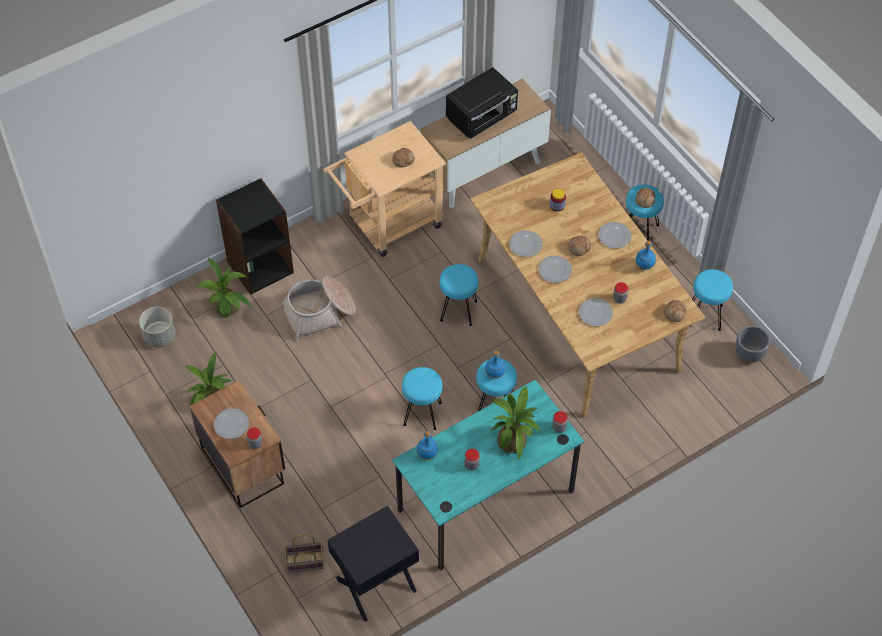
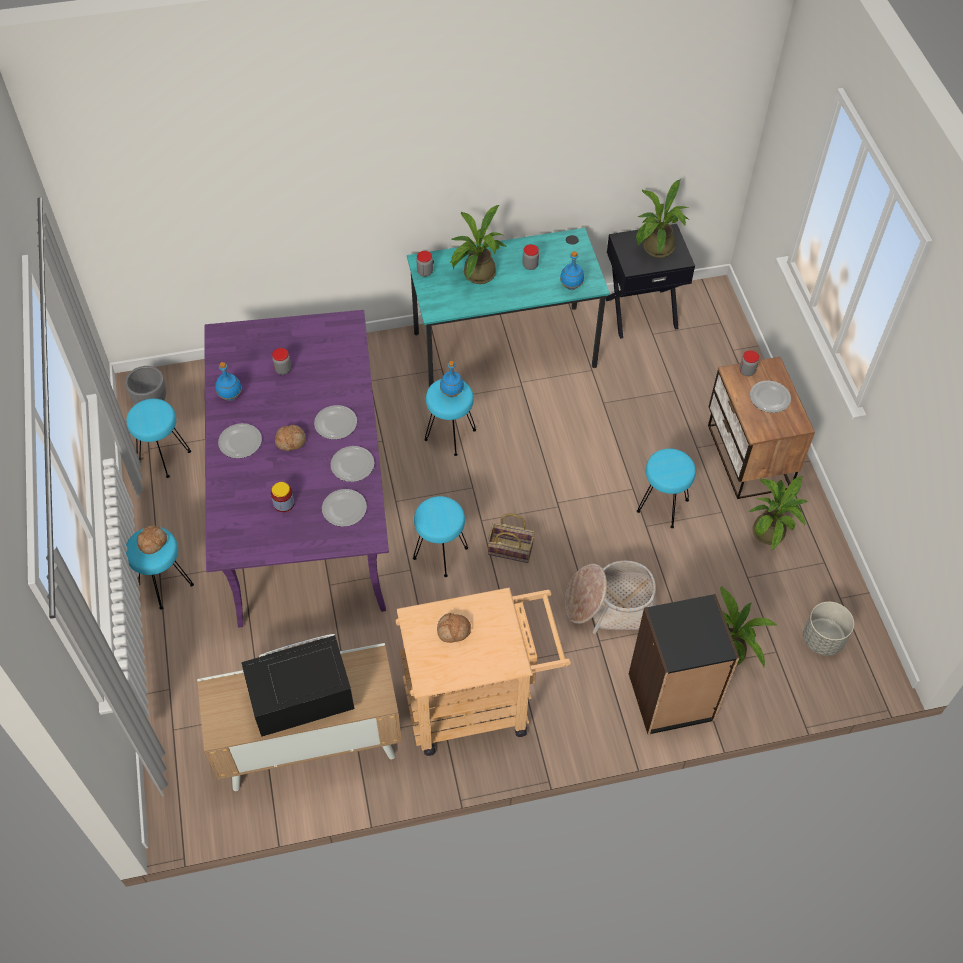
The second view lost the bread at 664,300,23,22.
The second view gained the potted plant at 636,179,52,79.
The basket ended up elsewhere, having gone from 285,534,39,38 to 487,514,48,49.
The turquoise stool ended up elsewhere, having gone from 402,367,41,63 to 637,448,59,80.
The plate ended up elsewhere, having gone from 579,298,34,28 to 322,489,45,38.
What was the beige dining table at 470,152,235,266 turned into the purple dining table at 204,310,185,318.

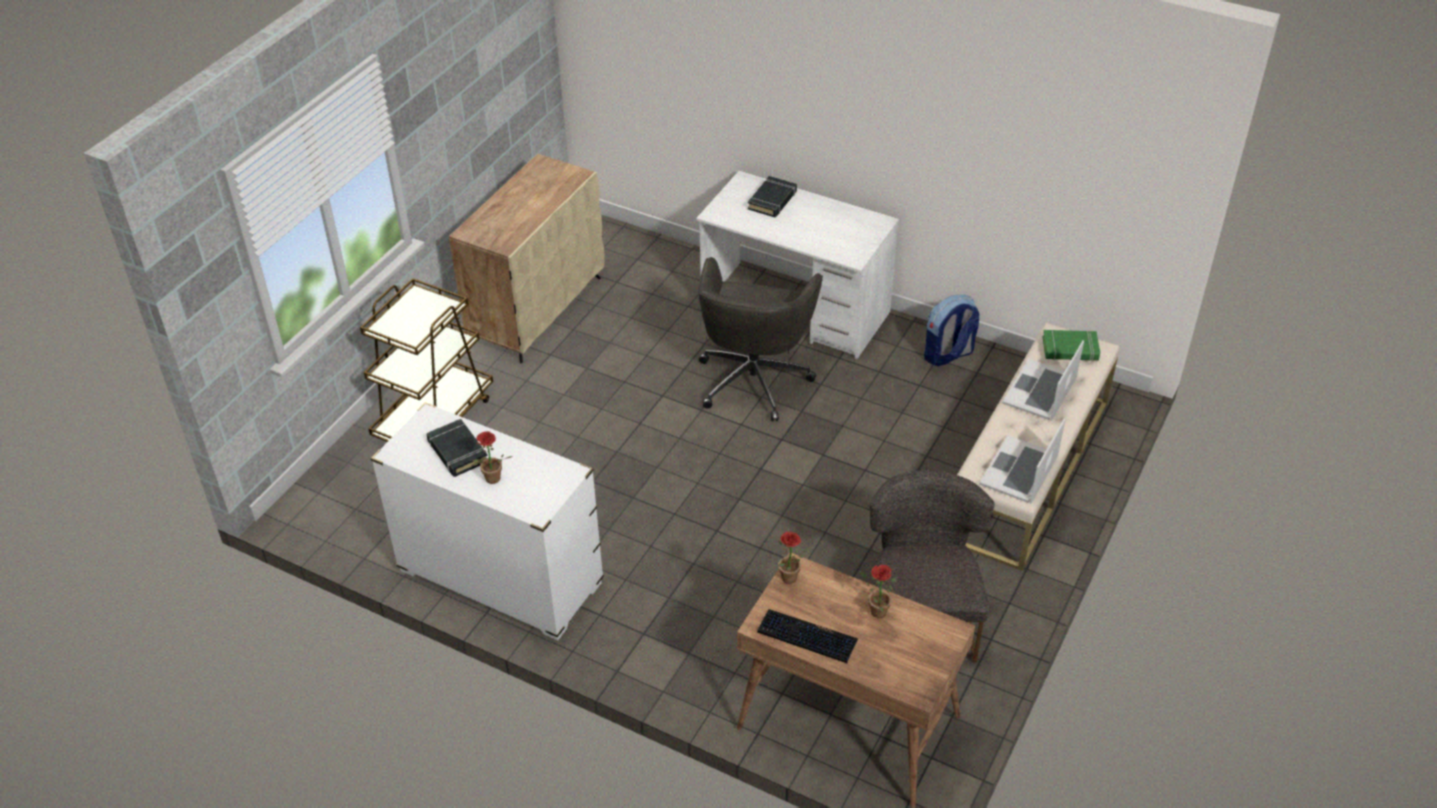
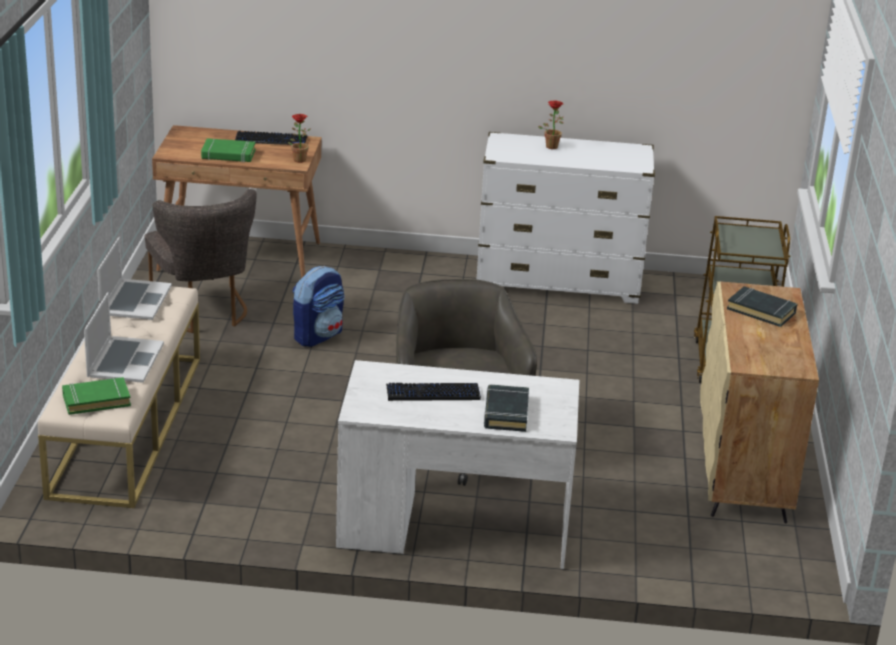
The second view gained the keyboard at 386,383,95,18.
The black book ended up elsewhere, having gone from 427,419,61,58 to 727,286,70,41.
The backpack ended up elsewhere, having gone from 924,294,55,72 to 292,266,53,81.
Where the potted plant stood at 860,565,36,53, the green book came to stand at 201,138,54,24.

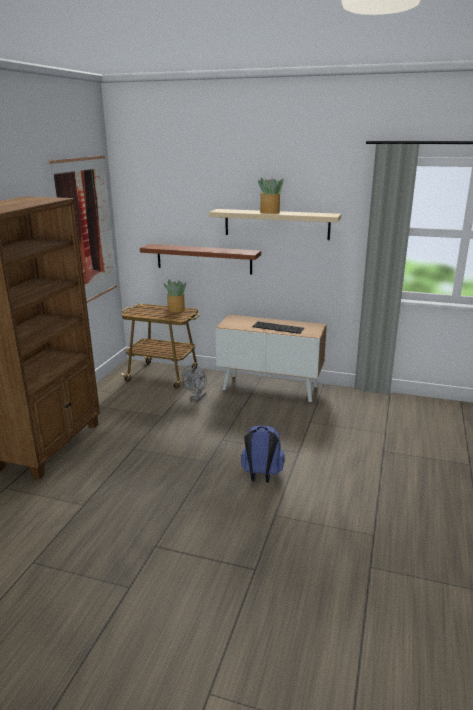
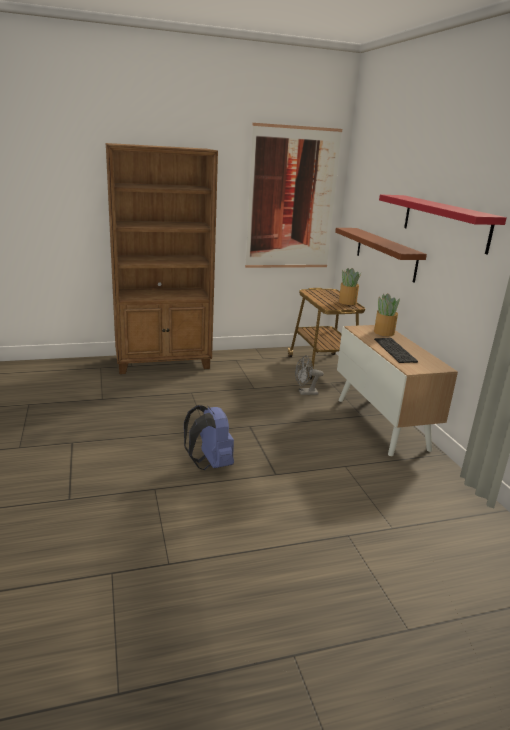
The potted plant ended up elsewhere, having gone from 258,177,26,37 to 374,293,26,43.
What was the beige shelf at 209,209,132,31 turned into the red shelf at 379,194,128,60.

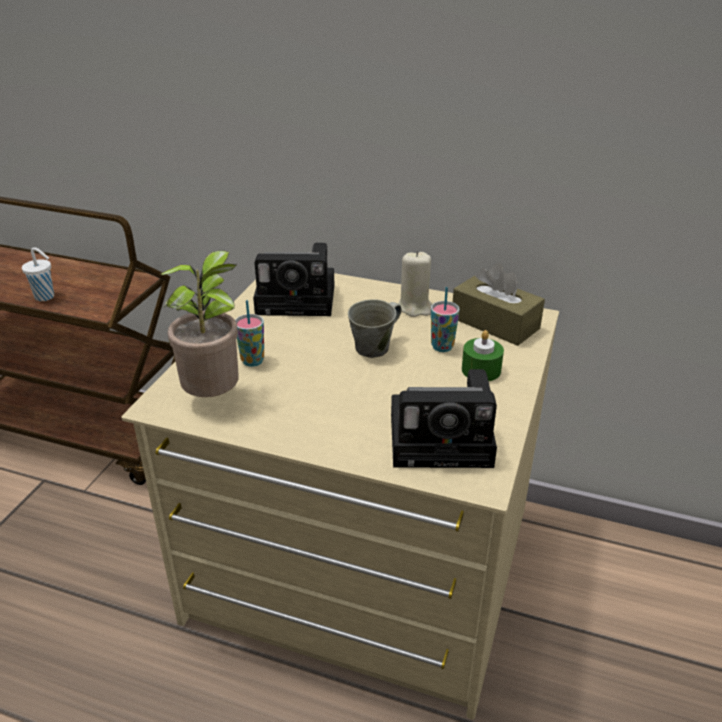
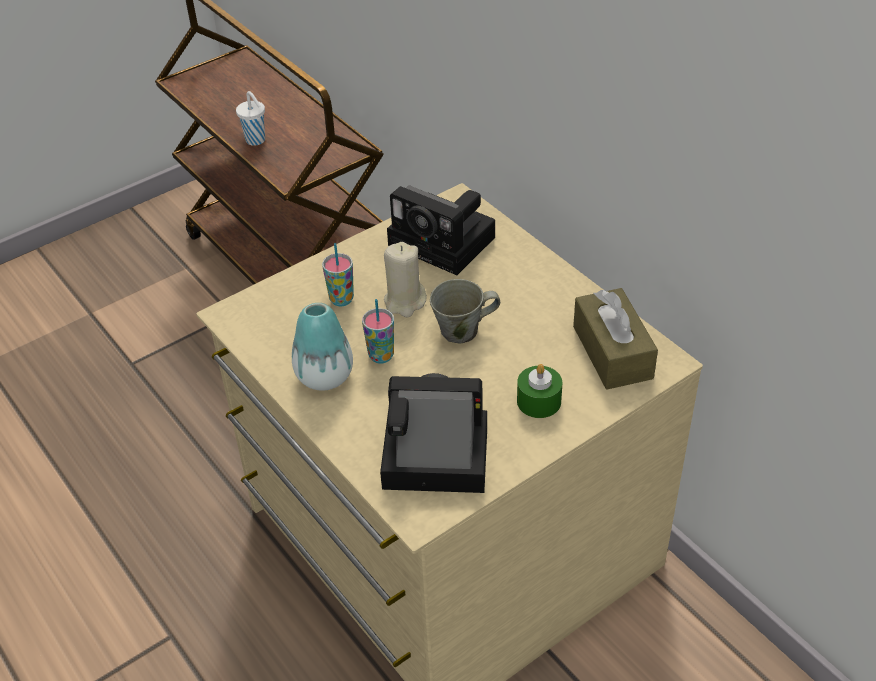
The second view lost the potted plant at 161,250,78,147.
The second view gained the vase at 292,303,61,88.
The beige candle ended up elsewhere, having gone from 398,251,34,66 to 384,242,43,75.
The cup ended up elsewhere, having gone from 431,287,29,65 to 362,299,32,65.
The photo camera at 391,369,106,99 ended up facing another way, 150 degrees clockwise from before.

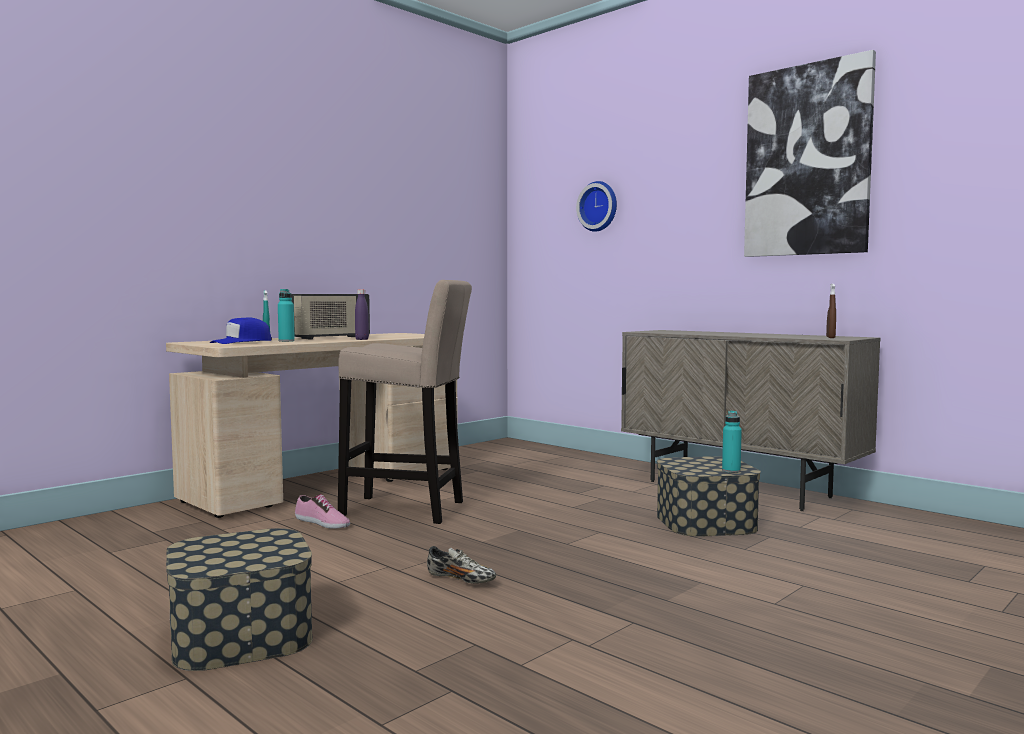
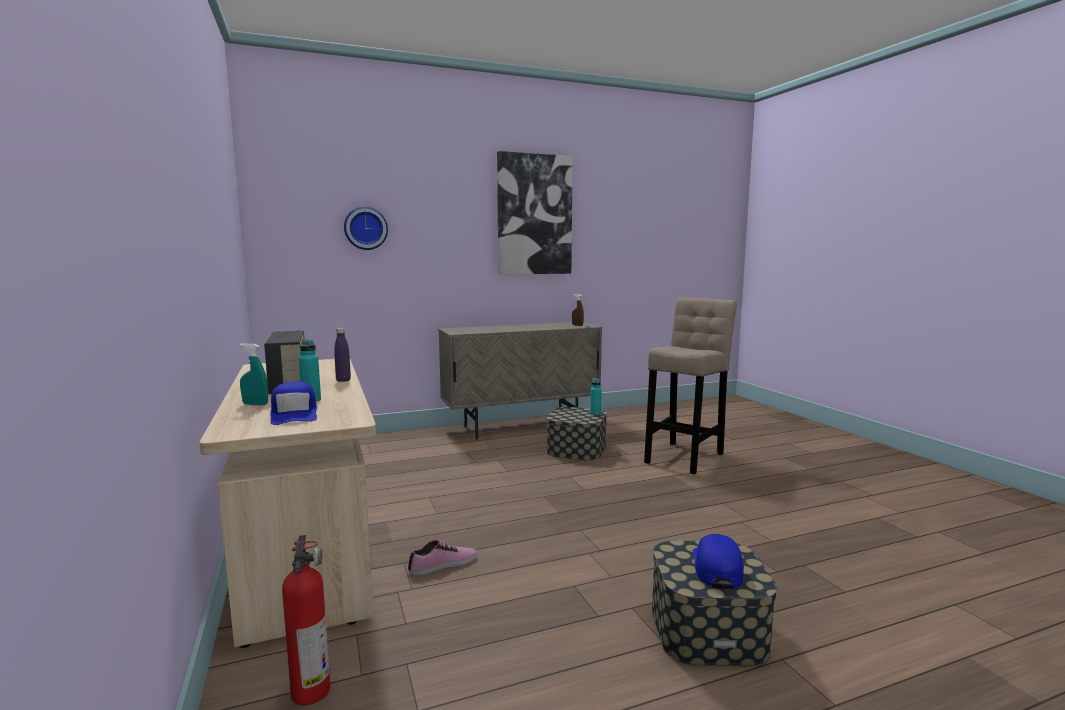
The second view lost the shoe at 427,546,69,38.
The second view gained the fire extinguisher at 282,535,48,170.
The second view gained the blue cap at 693,534,51,56.
The beige stool ended up elsewhere, having gone from 338,280,134,244 to 644,298,93,176.

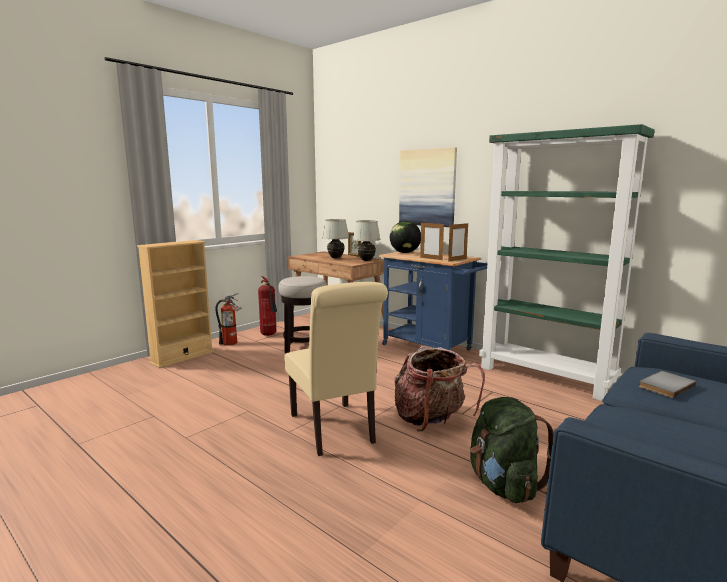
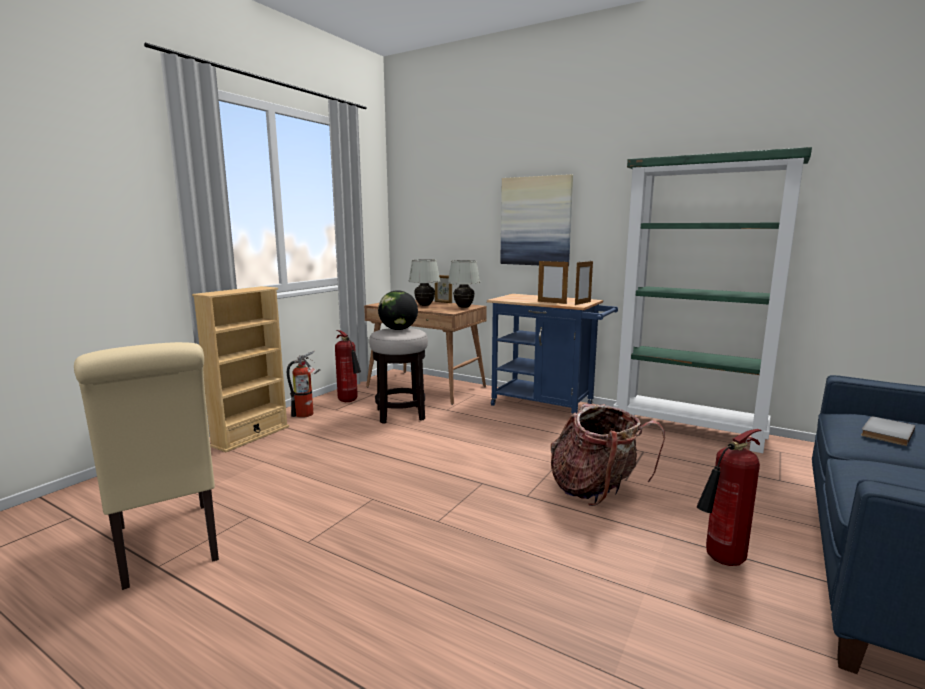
The beige chair ended up elsewhere, having gone from 285,282,103,174 to 74,342,145,248.
The globe ended up elsewhere, having gone from 390,221,31,32 to 378,290,40,40.
Where the green backpack stood at 470,397,84,106, the fire extinguisher came to stand at 697,429,65,137.

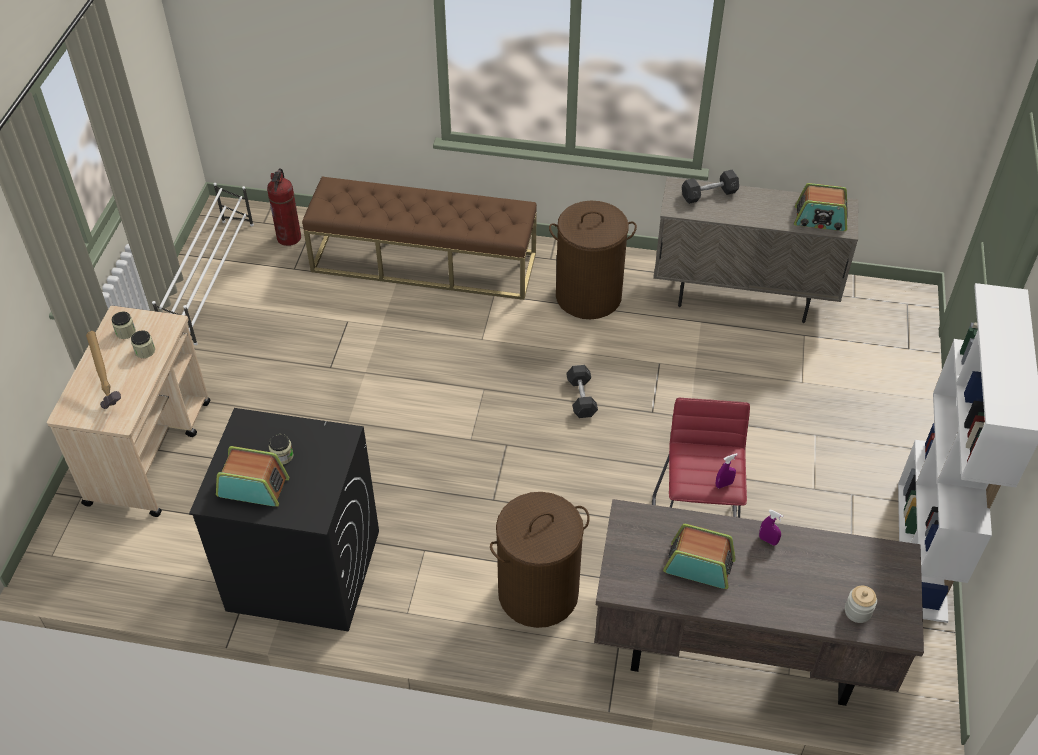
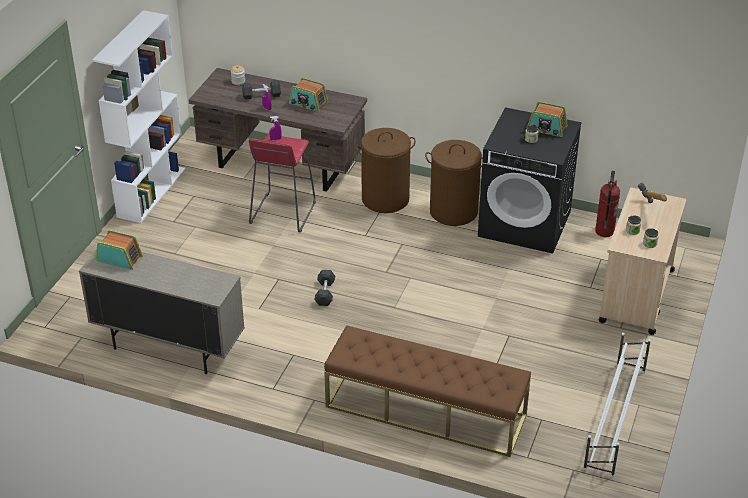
The fire extinguisher ended up elsewhere, having gone from 267,168,34,78 to 595,171,25,66.
The brown laundry basket ended up elsewhere, having gone from 549,201,88,118 to 425,140,58,86.
The grey dumbbell ended up elsewhere, having gone from 682,170,57,34 to 242,80,39,20.

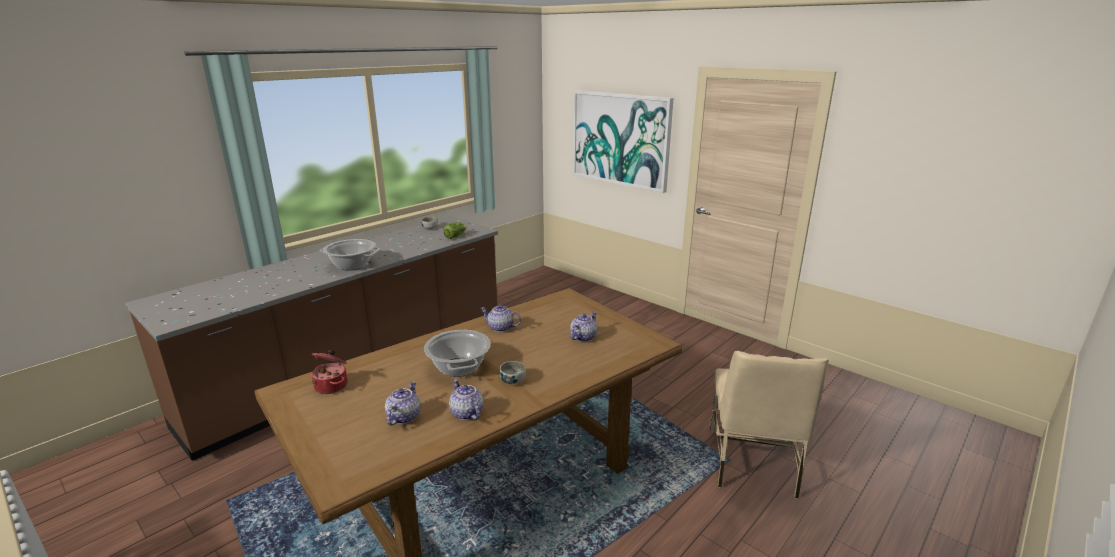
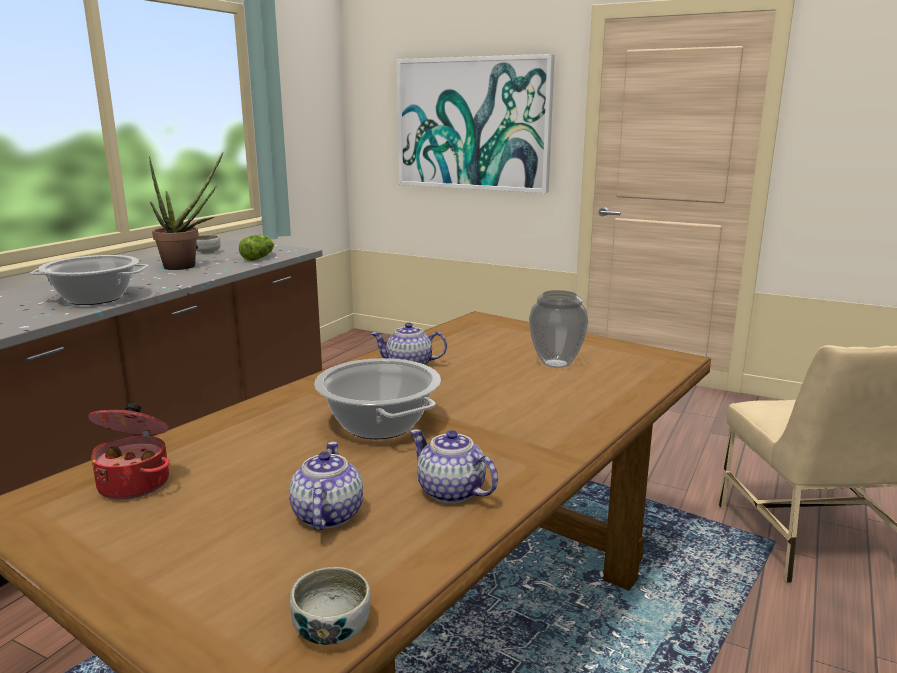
The second view gained the potted plant at 149,152,75,118.
The bowl ended up elsewhere, having gone from 499,361,27,23 to 290,567,81,78.
Where the teapot stood at 570,312,27,30, the vase came to stand at 529,290,59,78.

